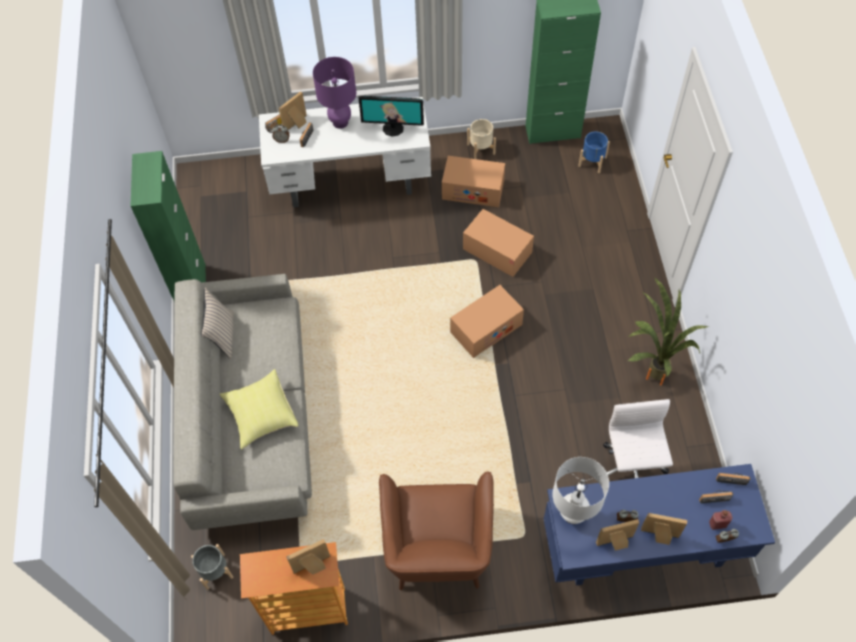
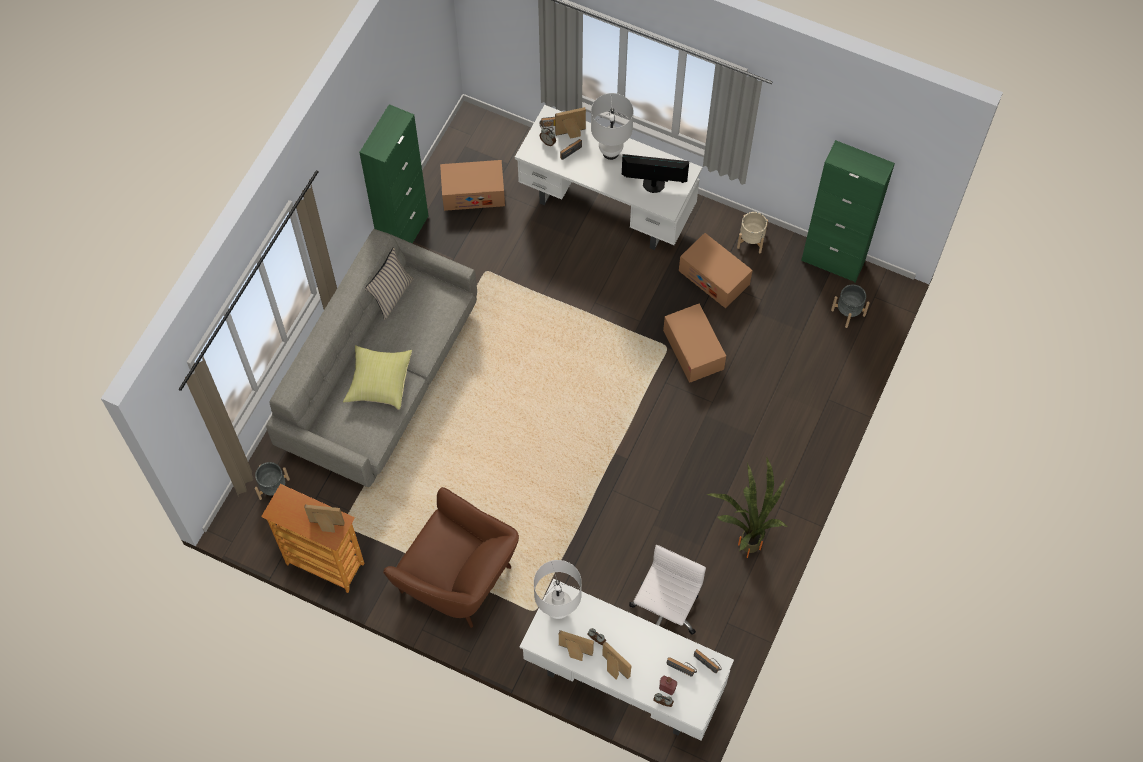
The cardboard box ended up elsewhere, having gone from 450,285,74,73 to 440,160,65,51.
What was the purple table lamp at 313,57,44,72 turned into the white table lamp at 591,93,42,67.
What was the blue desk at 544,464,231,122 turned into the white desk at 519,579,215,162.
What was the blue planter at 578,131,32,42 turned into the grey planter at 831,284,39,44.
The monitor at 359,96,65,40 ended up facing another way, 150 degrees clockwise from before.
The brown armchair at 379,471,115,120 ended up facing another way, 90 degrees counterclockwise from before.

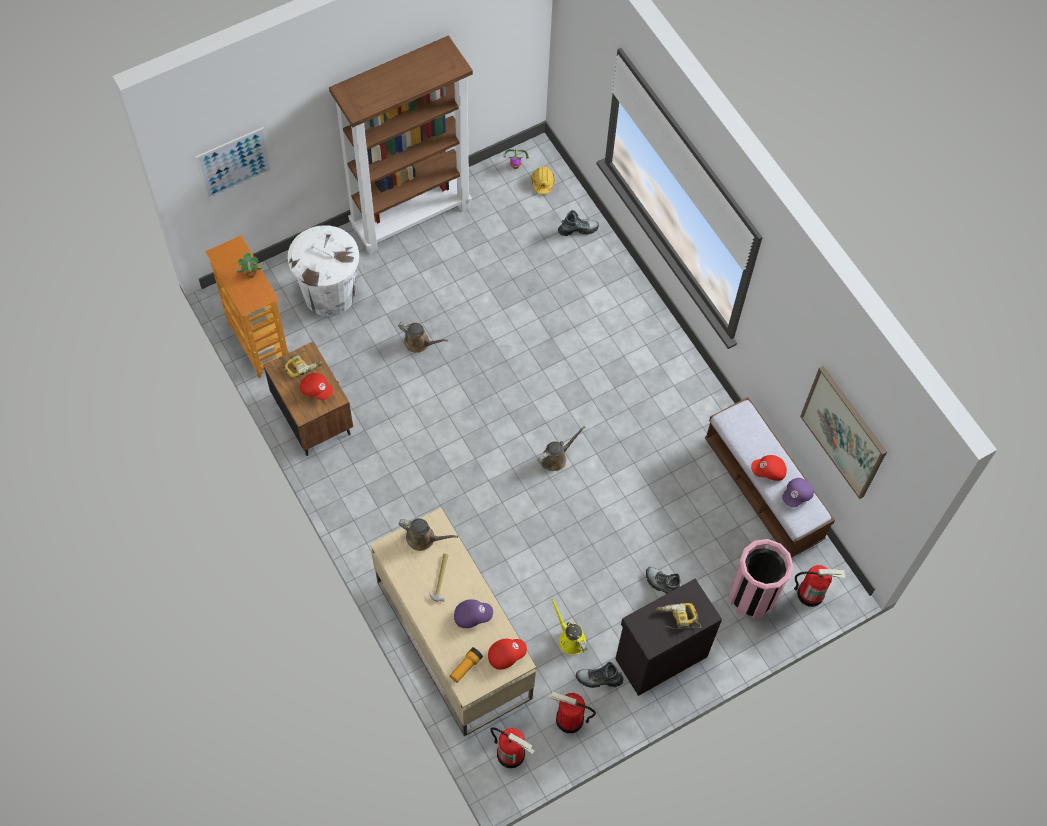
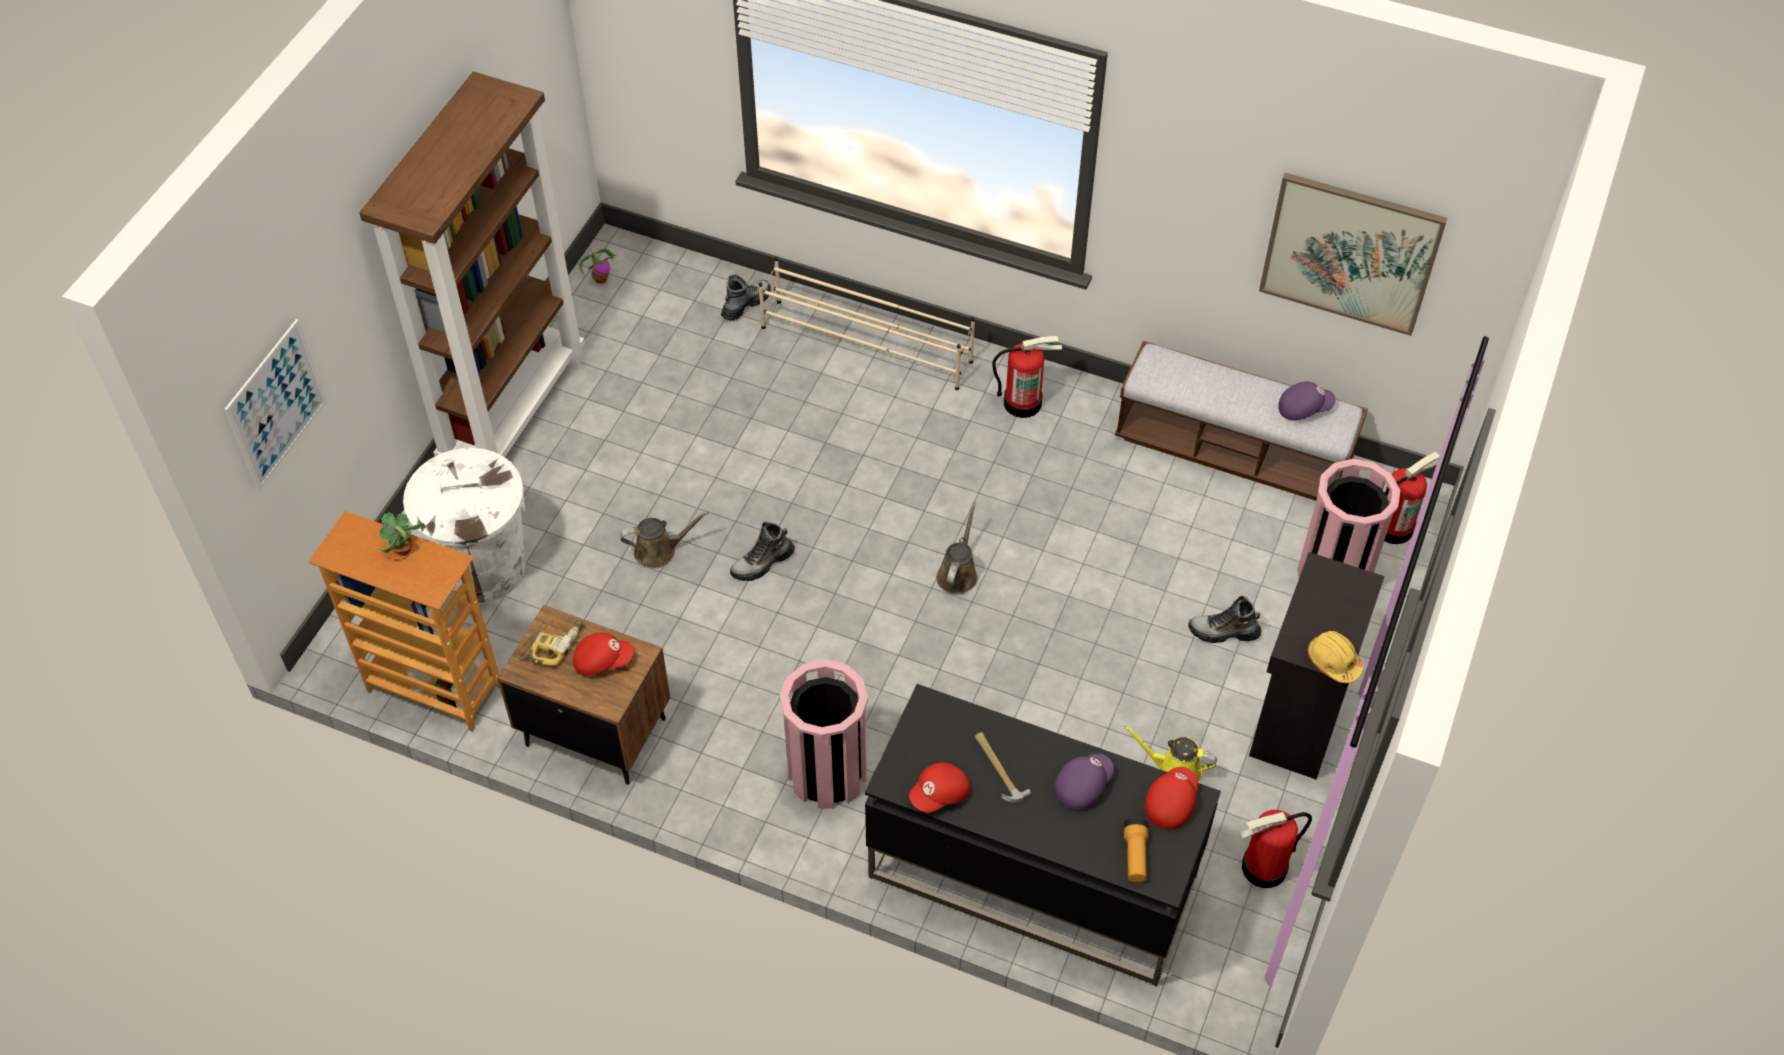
The second view lost the brown watering can at 398,518,60,33.
The second view lost the power drill at 656,603,46,26.
The second view gained the beige shoe rack at 759,257,216,133.
The second view gained the pink trash can at 780,659,88,150.
The fire extinguisher ended up elsewhere, having gone from 490,727,45,41 to 992,336,70,82.
The yellow hard hat ended up elsewhere, having gone from 532,166,23,28 to 1308,631,55,52.
The boot ended up elsewhere, having gone from 576,662,47,26 to 730,522,64,59.
The red cap ended up elsewhere, having gone from 751,455,36,26 to 909,763,61,50.
What was the beige desk at 370,508,166,228 turned into the black desk at 865,684,356,302.
The purple cap at 782,478,32,29 ended up facing another way, 105 degrees counterclockwise from before.

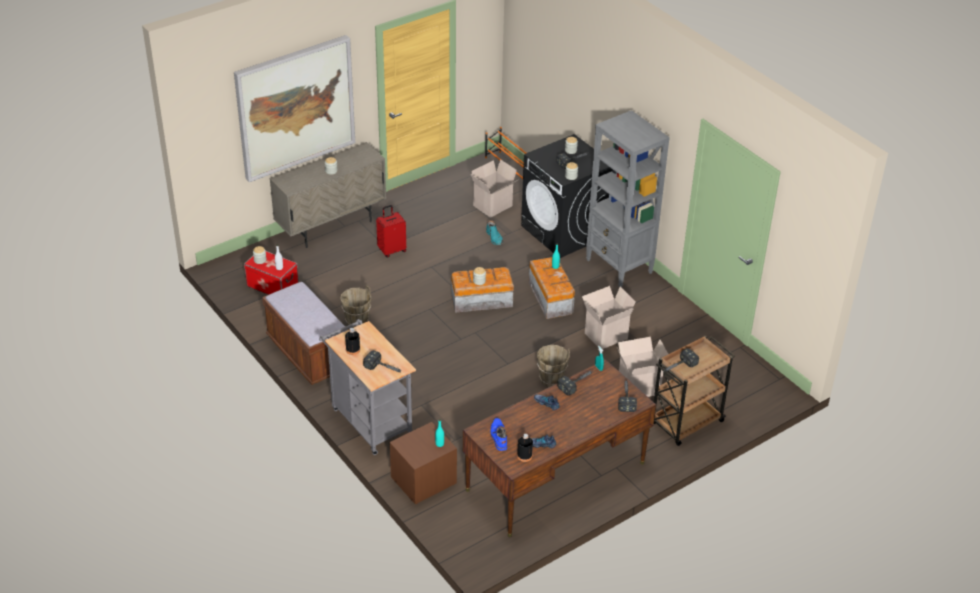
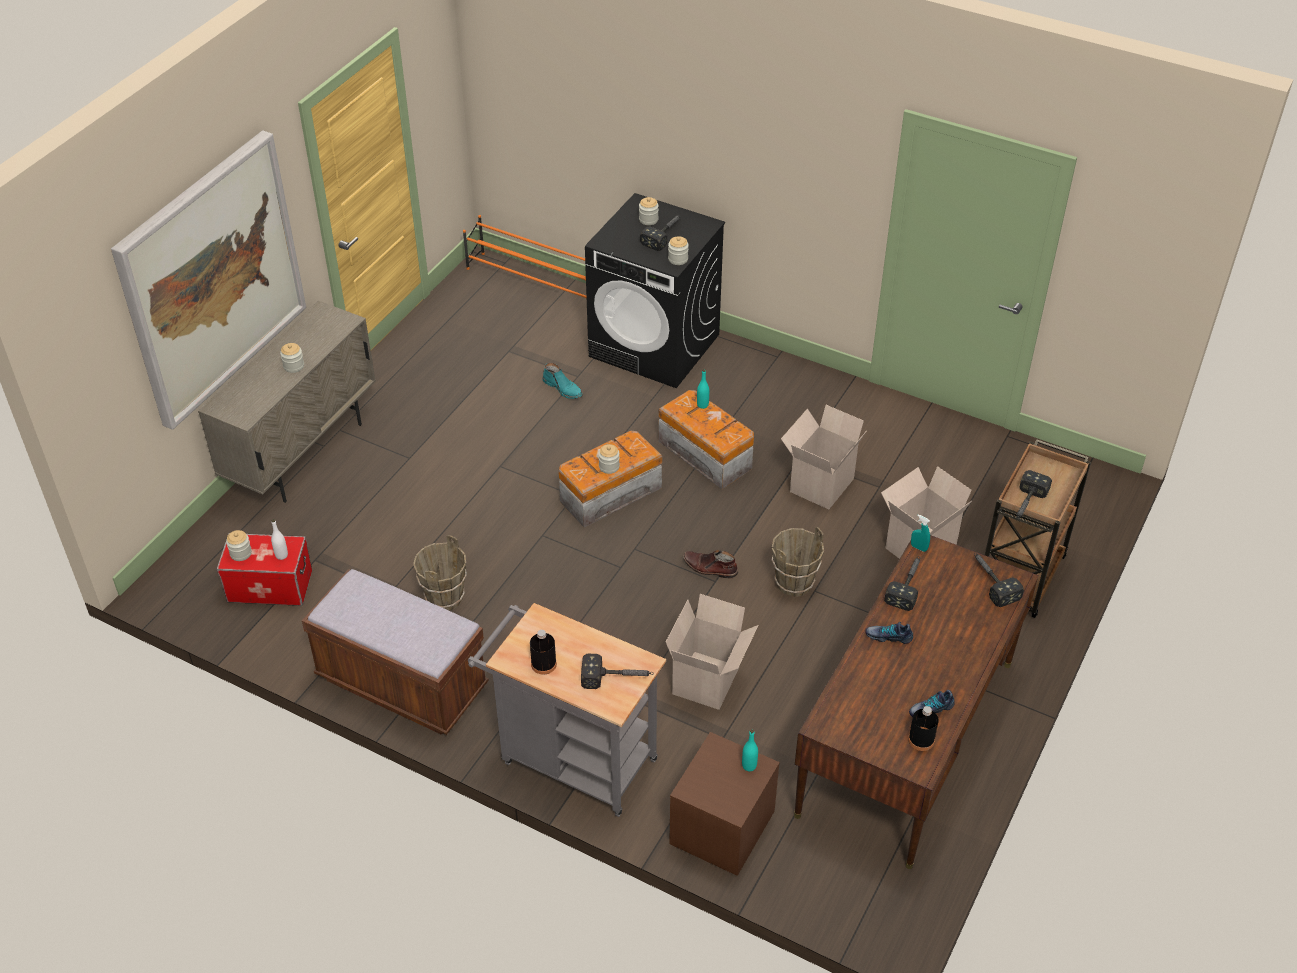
The second view lost the red suitcase at 376,205,30,52.
The second view lost the blue boot at 490,418,17,33.
The second view lost the grey bookcase at 586,110,84,178.
The second view gained the brown boot at 683,549,55,29.
The cardboard box ended up elsewhere, having gone from 471,159,48,59 to 666,594,92,116.

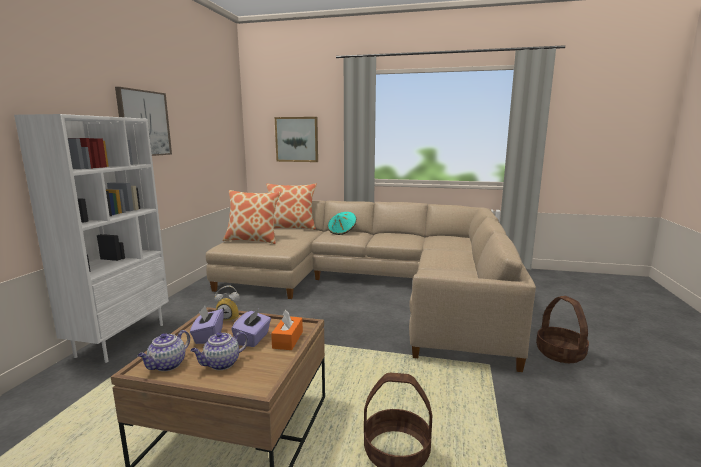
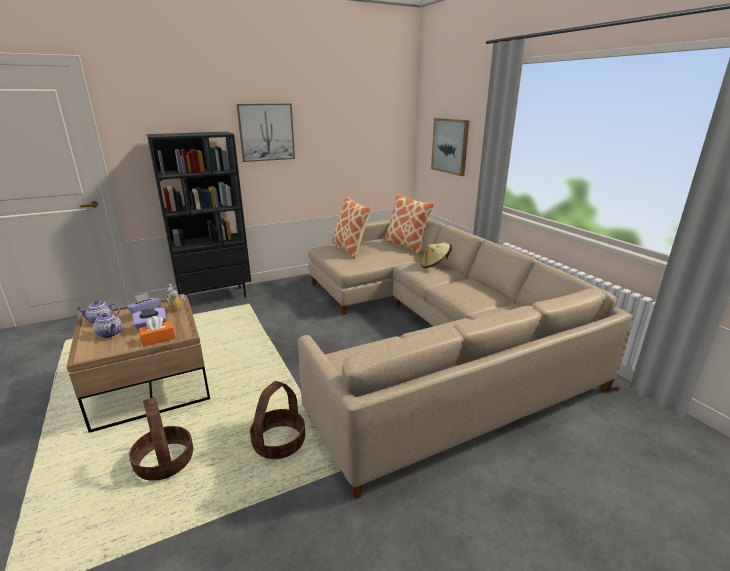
The basket ended up elsewhere, having gone from 536,296,53,67 to 250,381,56,78.
What was the white bookcase at 14,114,155,249 turned into the black bookcase at 147,132,104,168.
What was the turquoise hat at 328,212,28,23 turned into the beige hat at 420,242,32,26.
The teapot at 190,331,58,39 ended up facing another way, 150 degrees counterclockwise from before.

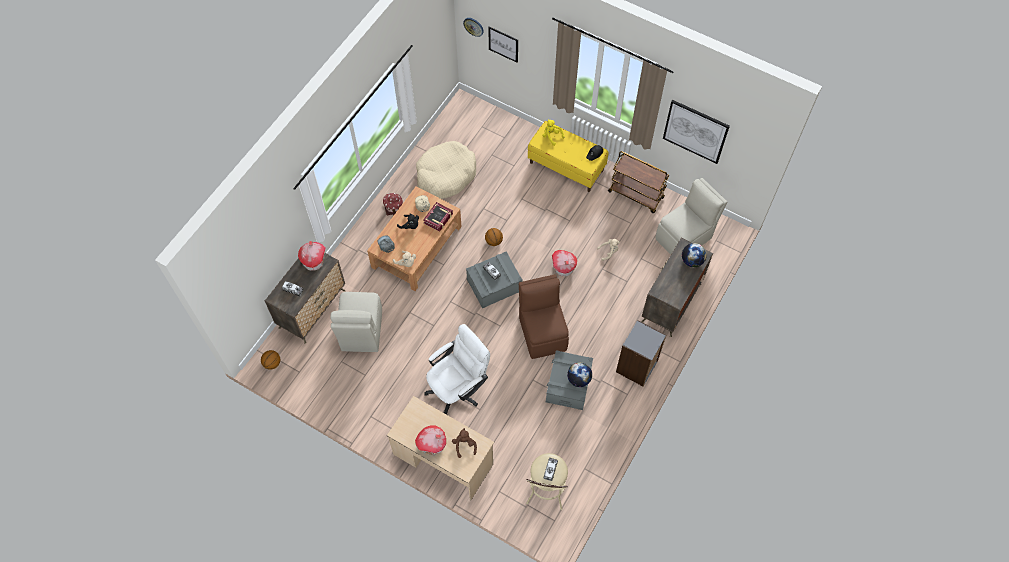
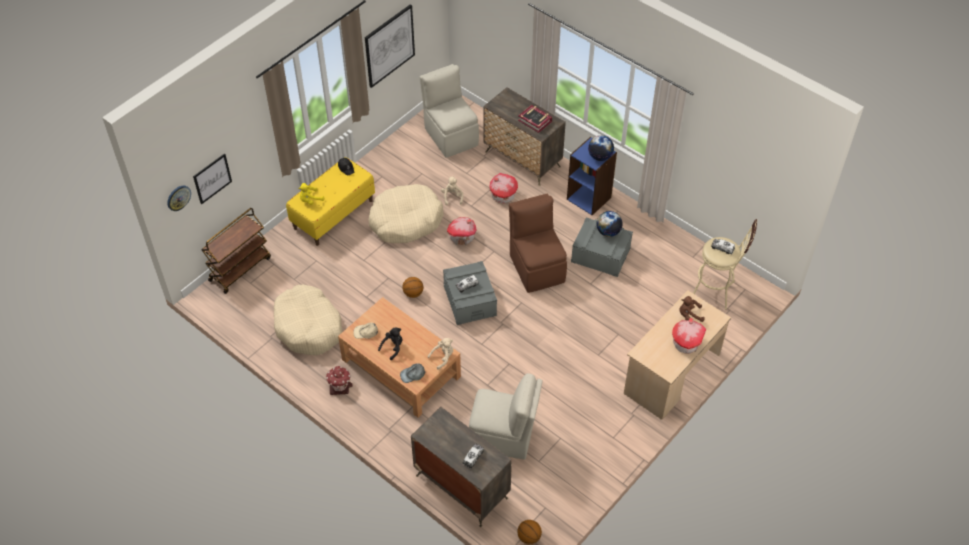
The second view lost the white office chair at 424,324,66,91.
The second view gained the beige dog bed at 368,184,76,59.
The toy house ended up elsewhere, having gone from 298,241,28,29 to 489,173,29,30.
The book ended up elsewhere, having gone from 423,202,30,30 to 518,105,34,28.
The brown cart ended up elsewhere, having gone from 608,151,61,62 to 202,208,69,86.
The globe ended up elsewhere, having gone from 682,243,25,24 to 588,135,26,26.
What was the grey bookcase at 616,320,50,67 turned into the blue bookcase at 567,137,50,78.
The brown chair at 519,274,50,85 ended up facing another way, 75 degrees clockwise from before.

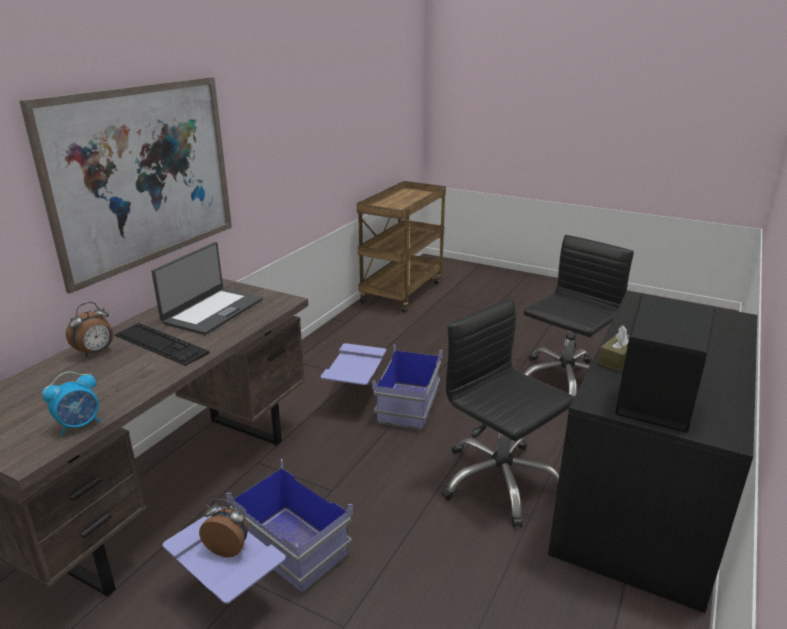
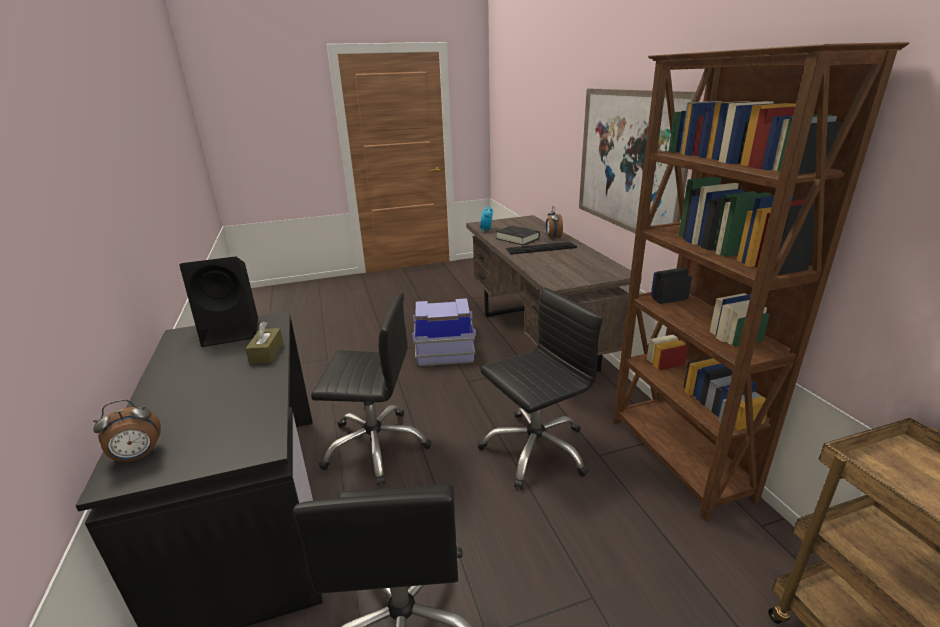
The second view lost the laptop at 151,242,112,93.
The second view gained the black book at 496,225,44,20.
The second view gained the brown bookcase at 613,42,296,478.
The alarm clock ended up elsewhere, having gone from 199,499,49,58 to 93,400,68,63.
Where the blue storage box stood at 320,343,123,87, the black office chair came to stand at 478,287,125,202.

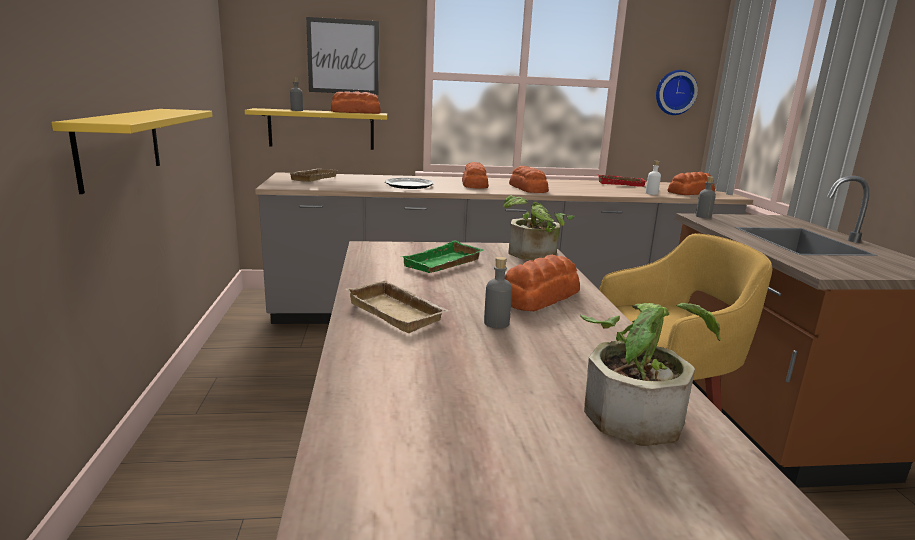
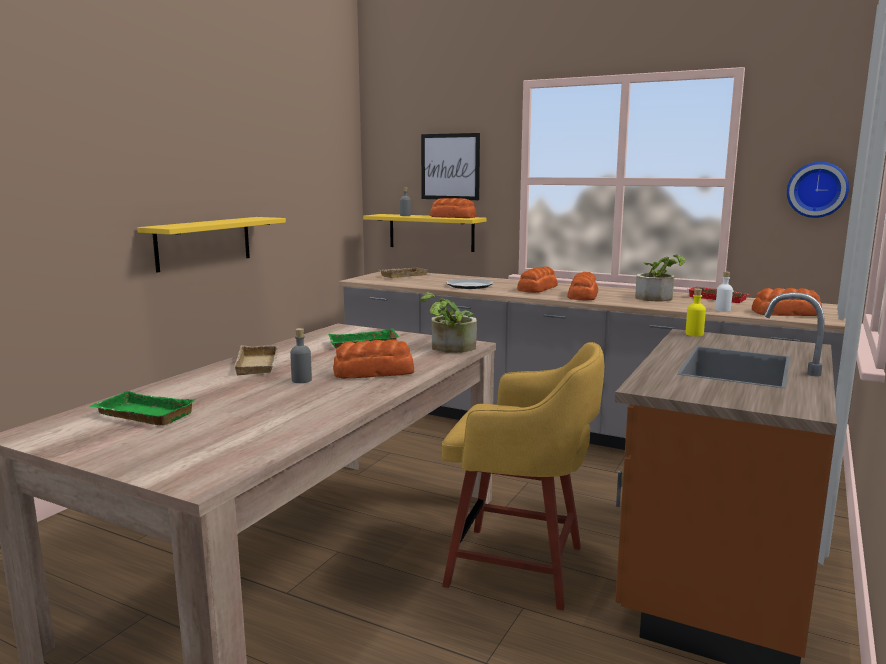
The second view gained the green tray at 89,391,107,34.
The potted plant ended up elsewhere, having gone from 580,303,141,143 to 636,255,49,47.
What was the grey bottle at 696,176,20,42 turned into the yellow bottle at 686,288,20,48.

